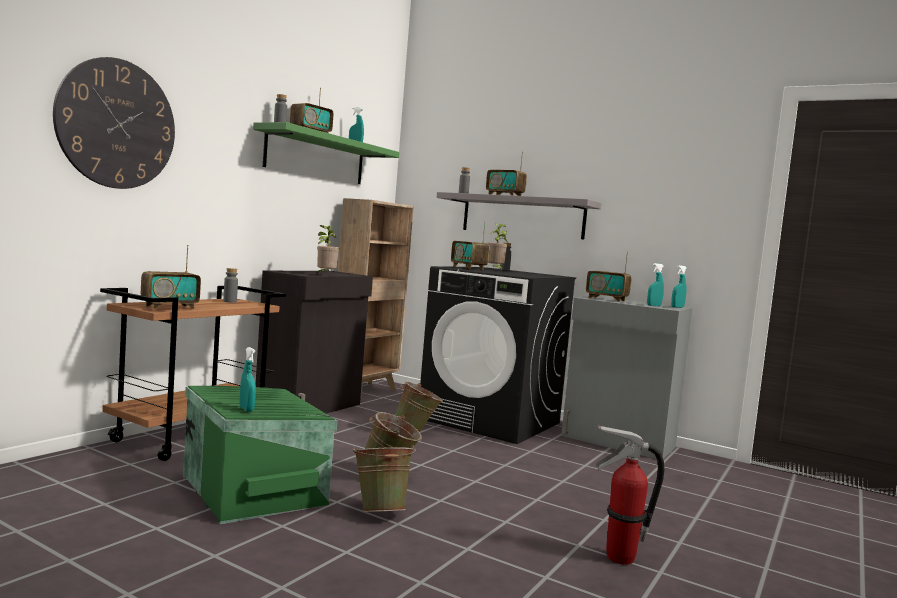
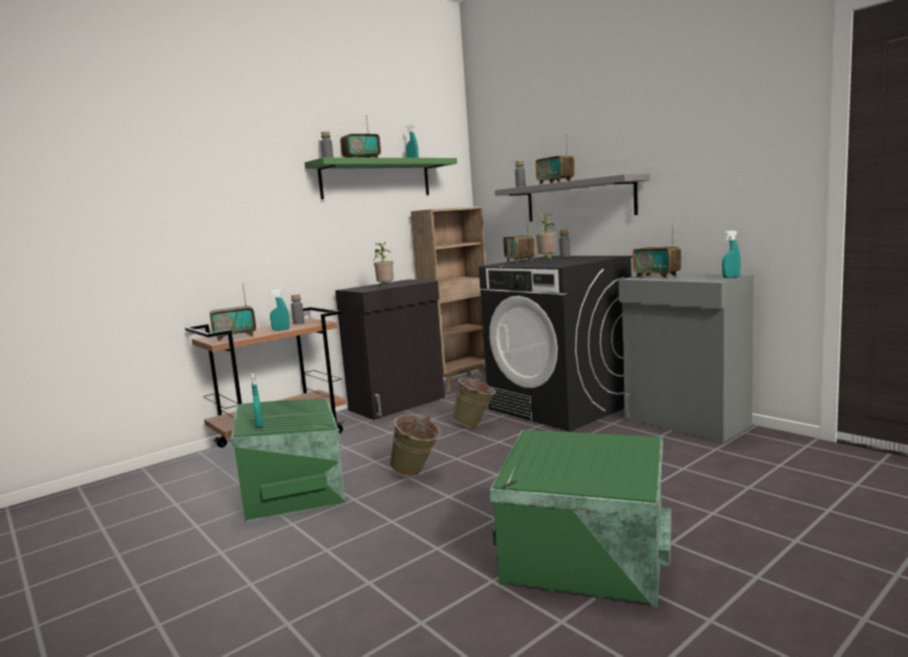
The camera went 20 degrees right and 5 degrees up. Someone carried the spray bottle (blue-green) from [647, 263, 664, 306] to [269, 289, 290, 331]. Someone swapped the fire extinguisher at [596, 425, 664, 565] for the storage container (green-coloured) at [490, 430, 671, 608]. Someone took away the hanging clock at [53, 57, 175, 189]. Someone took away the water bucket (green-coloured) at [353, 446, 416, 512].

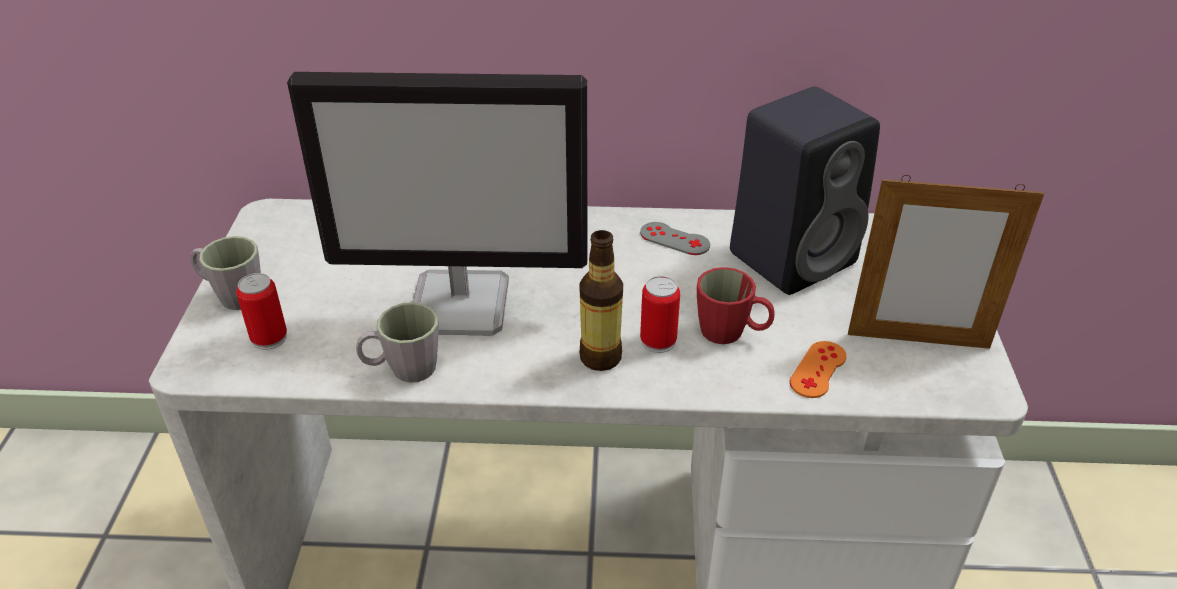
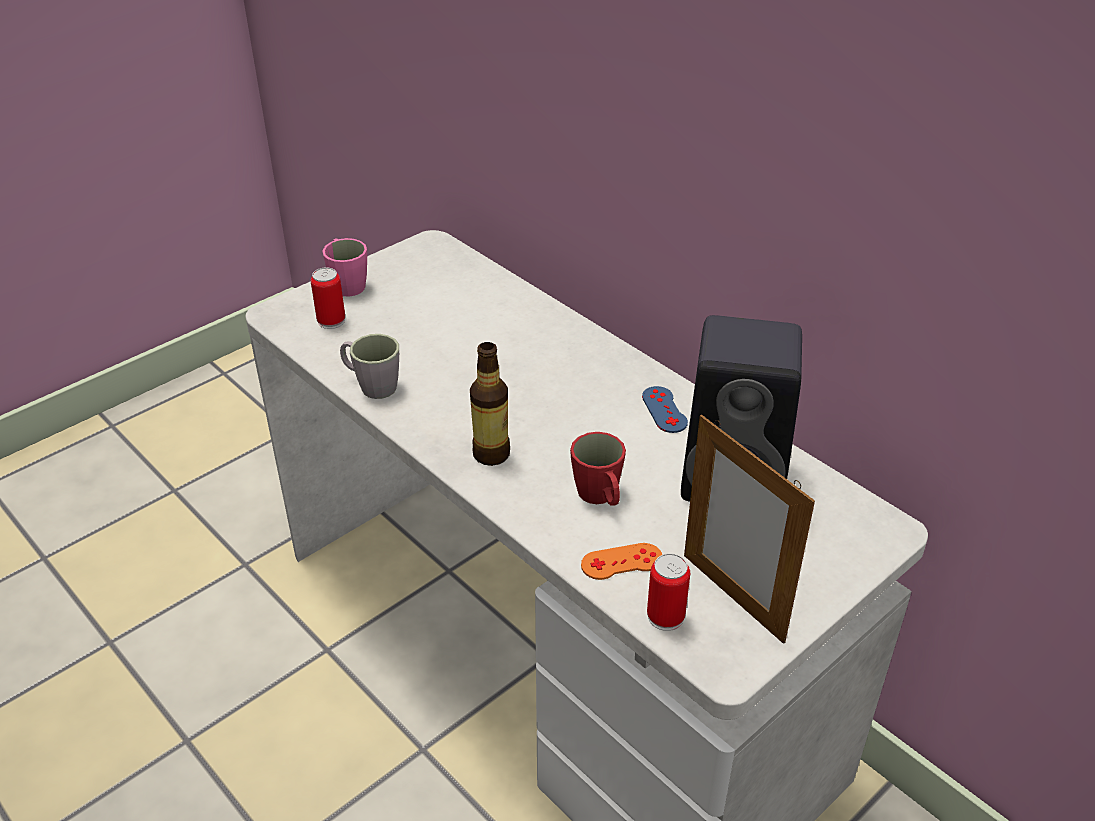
The camera went 45 degrees right and 0 degrees up. Someone repainted the tea mug (greyish) at [190, 236, 261, 310], which became the tea mug (pink) at [323, 238, 367, 297]. Someone repainted the gamepad (greyish) at [640, 222, 710, 255], which became the gamepad (blue-coloured) at [642, 386, 688, 433]. Someone carried the can from [640, 276, 680, 353] to [647, 553, 690, 631]. Someone took away the computer screen at [287, 72, 587, 336].

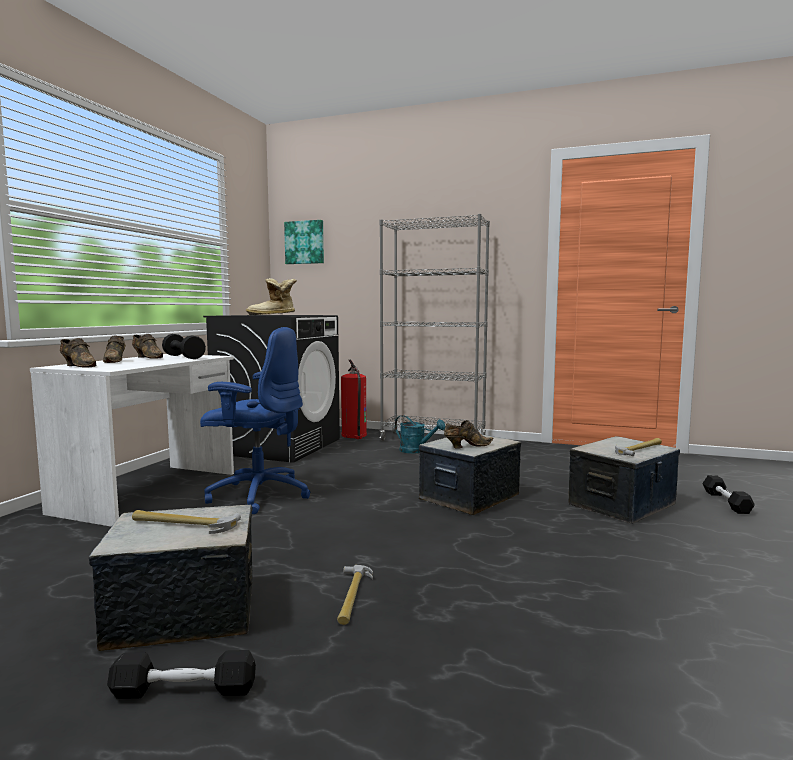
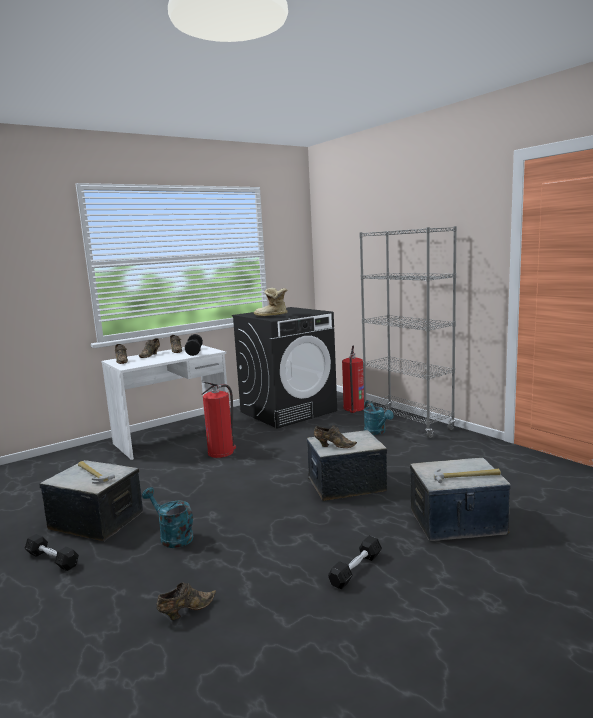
The camera went 35 degrees right and 5 degrees up. Someone swapped the tool hammer at [337, 565, 373, 625] for the sprinkling can (blue-green) at [142, 487, 193, 548]. Someone put down the low shoe (brownish) at [157, 582, 216, 620]. Someone swapped the office chair (blue-coloured) at [200, 327, 311, 514] for the fire extinguisher at [201, 382, 236, 458]. Someone carried the free weight (blackish) from [702, 475, 755, 514] to [328, 536, 382, 589]. Someone took away the picture at [284, 220, 324, 264].

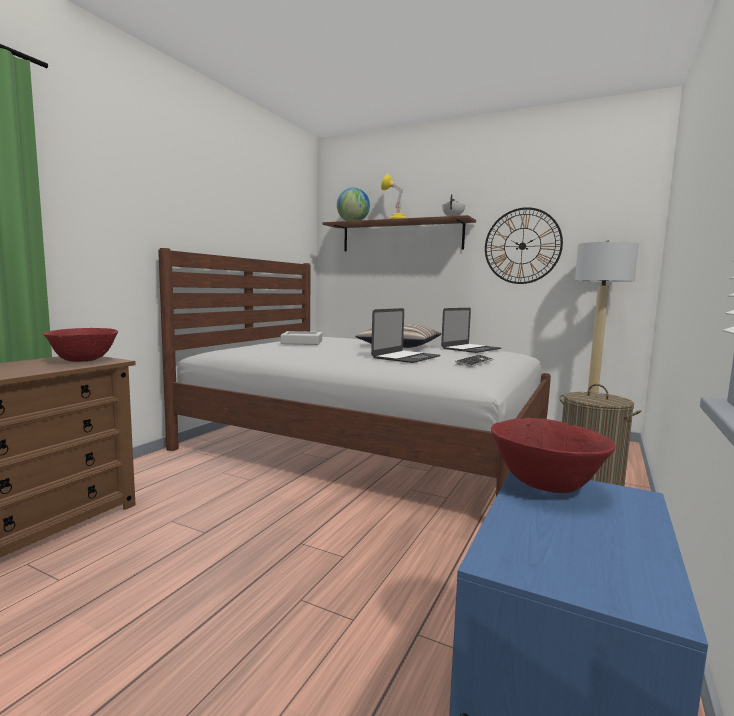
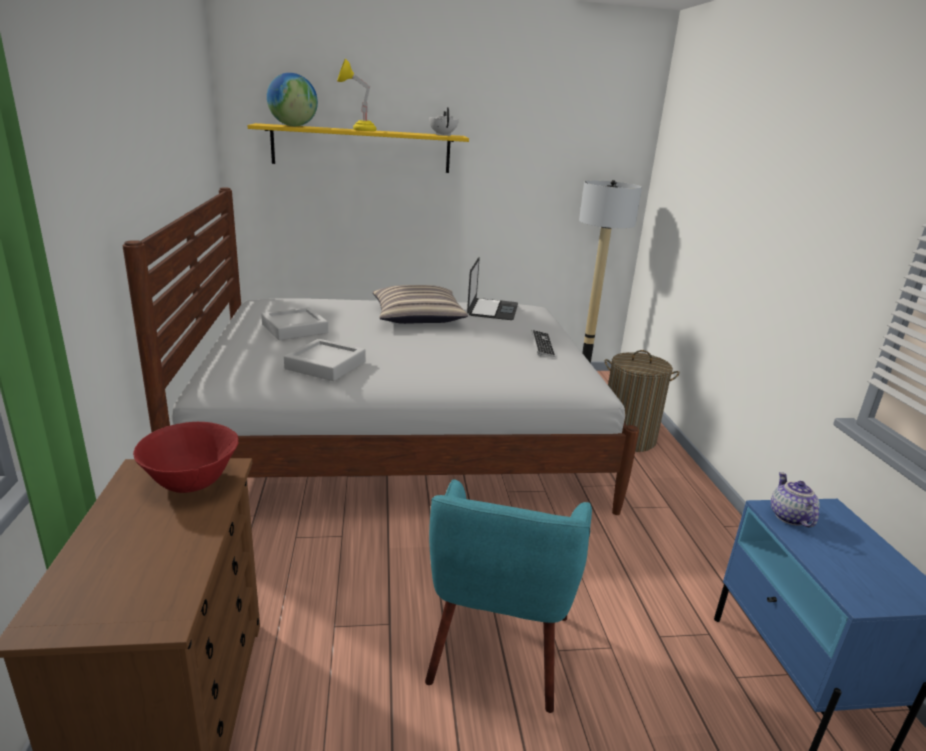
The camera went 35 degrees left and 15 degrees up. Someone repainted the wall shelf (brownish) at [323, 215, 476, 251], which became the wall shelf (yellow) at [247, 123, 469, 173]. Someone put down the carrying tray (greyish) at [284, 339, 366, 381]. Someone put down the armchair (blue-green) at [425, 479, 592, 713]. Someone swapped the bowl (red) at [491, 418, 616, 493] for the teapot at [771, 472, 820, 527]. Someone took away the portable computer at [371, 308, 441, 363]. Someone took away the hanging clock at [485, 207, 563, 284].

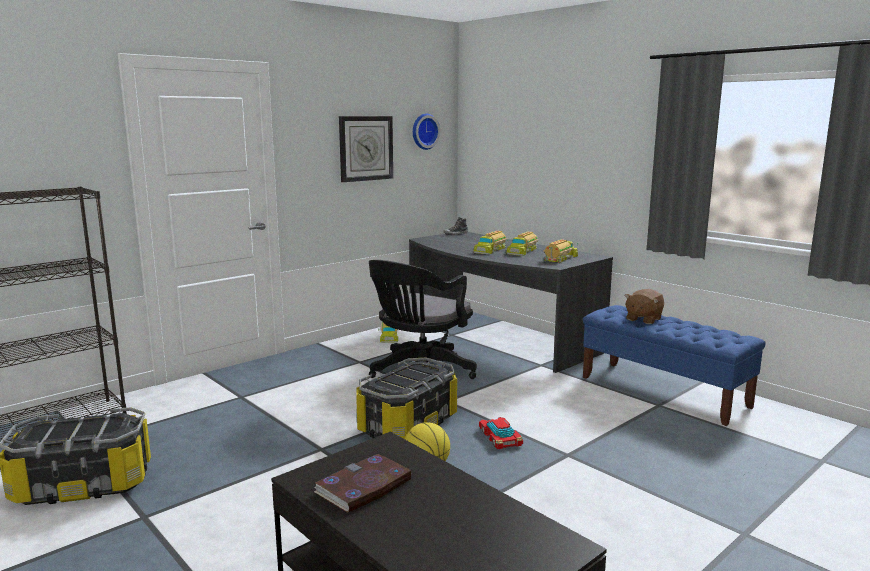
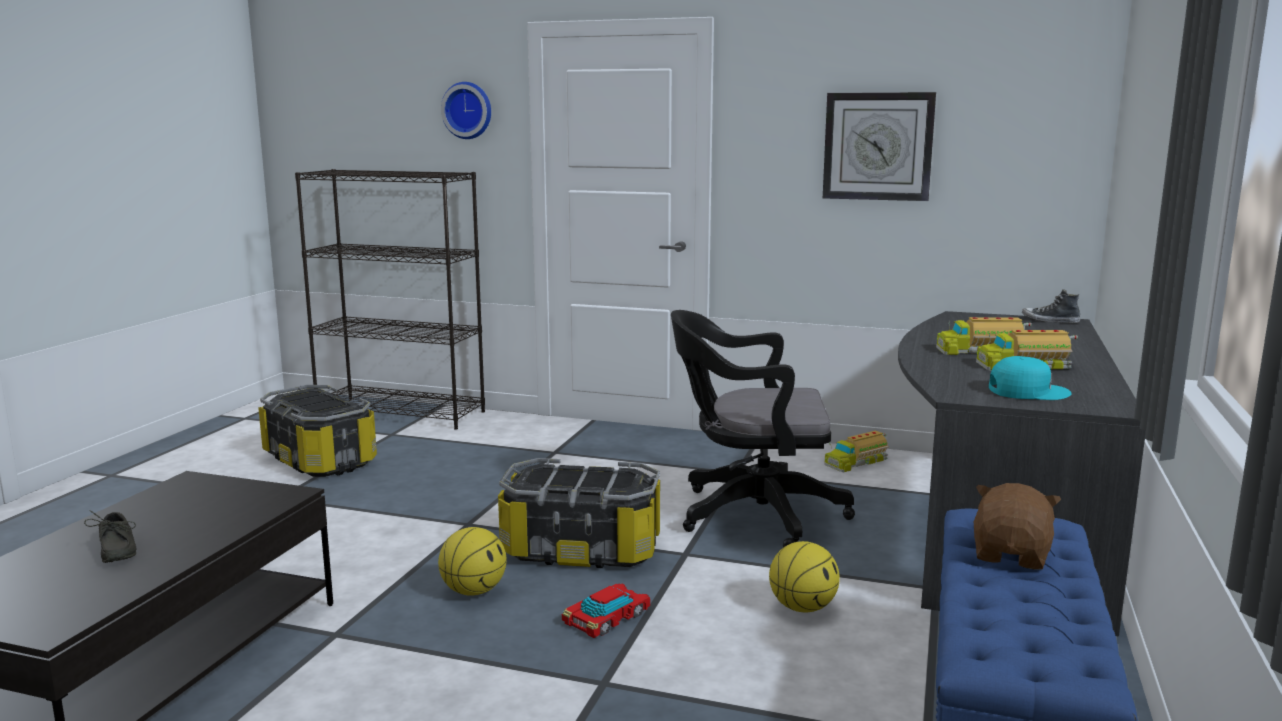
The camera went 60 degrees right and 0 degrees up. Someone put down the low shoe (greyish) at [84, 510, 137, 563]. Someone carried the hanging clock from [413, 114, 440, 150] to [441, 82, 491, 139]. Someone put down the basketball ball at [769, 541, 840, 612]. Someone rotated the soft toy (brownish) at [624, 289, 664, 324] by 105 degrees clockwise. Someone swapped the toy lorry at [543, 240, 578, 263] for the baseball cap (blue-green) at [989, 356, 1072, 400]. Someone took away the bound book at [314, 454, 411, 513].

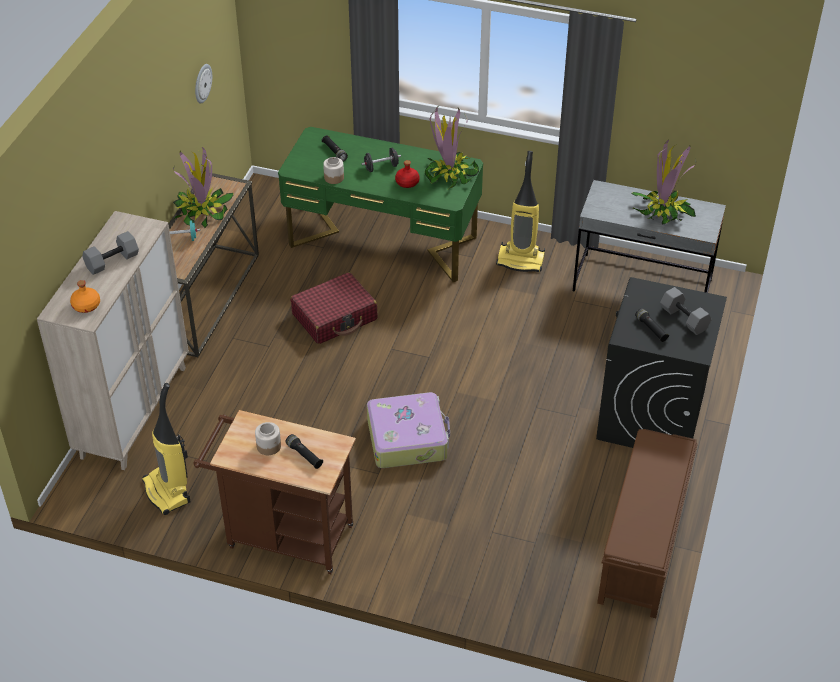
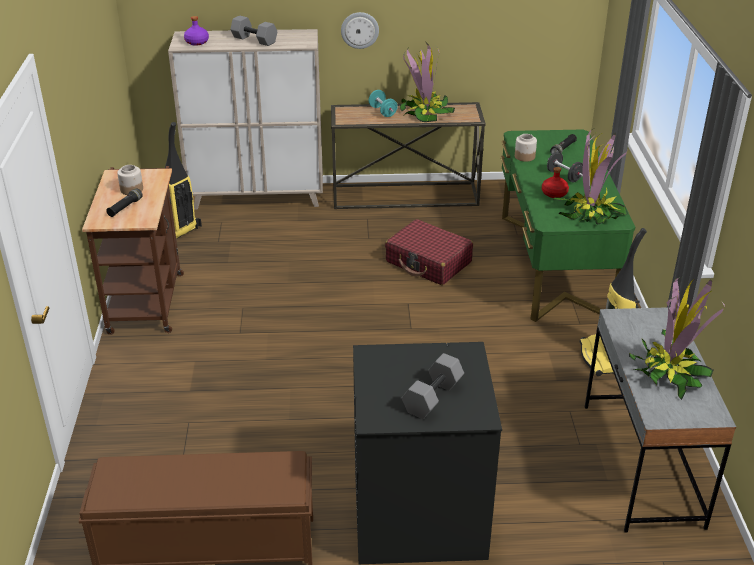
The camera went 70 degrees right and 10 degrees down. Someone repainted the beverage bottle (orange-coloured) at [70, 280, 100, 313], which became the beverage bottle (purplish) at [184, 16, 209, 46]. Someone carried the hanging clock from [195, 64, 212, 104] to [341, 12, 379, 49]. Someone took away the piece of luggage at [367, 392, 450, 468]. Someone took away the hand torch (blackish) at [635, 308, 669, 342].

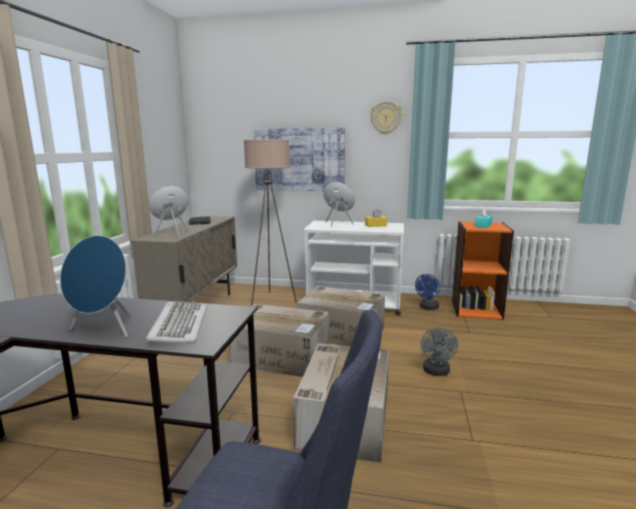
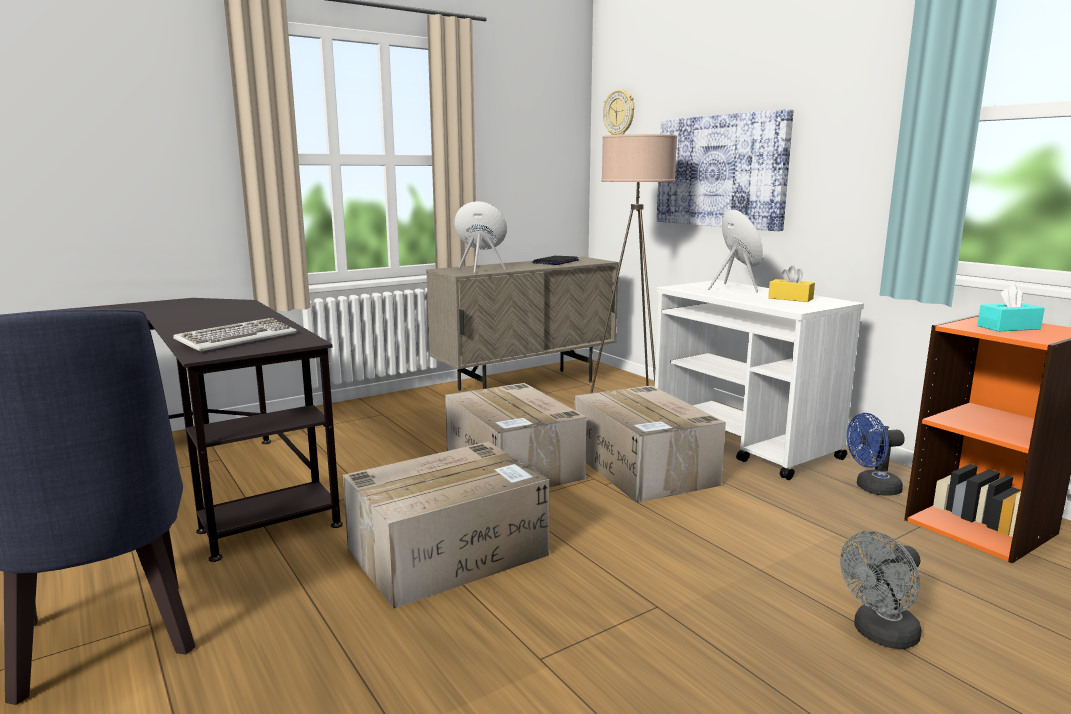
The camera went 45 degrees right and 0 degrees up. Someone carried the hanging clock from [370, 101, 402, 134] to [603, 89, 634, 135]. Someone carried the fan (greyish) from [421, 328, 458, 376] to [840, 531, 922, 649]. Someone took away the loudspeaker (blue-coloured) at [60, 235, 131, 338].

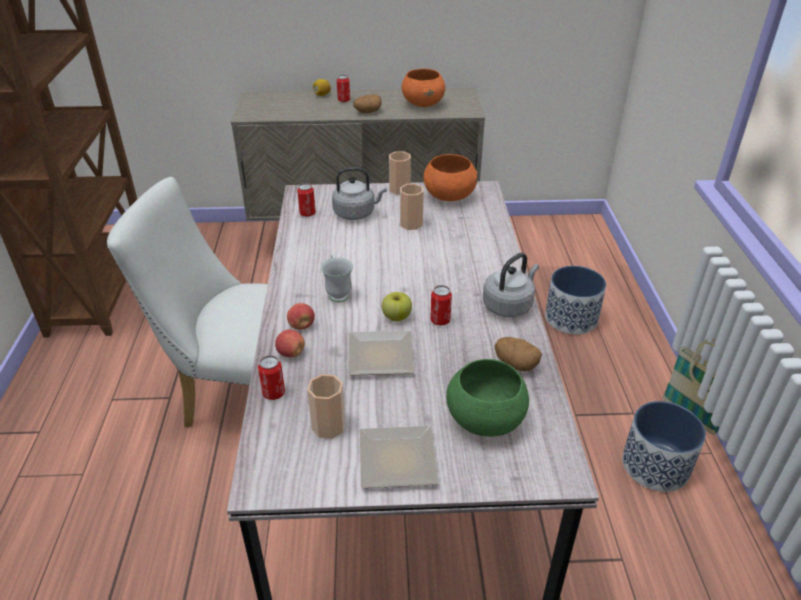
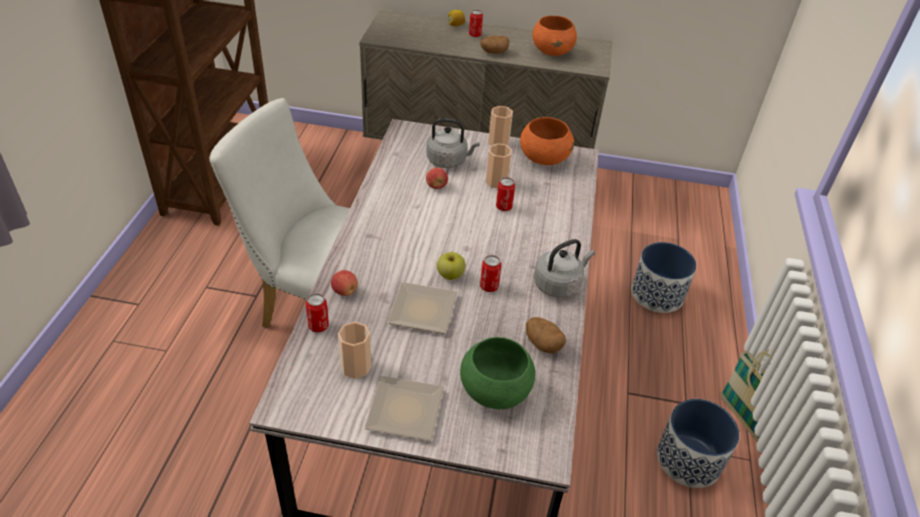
The camera went 10 degrees right and 5 degrees up. Someone carried the whole apple from [287, 303, 315, 330] to [426, 167, 448, 189]. Someone carried the can from [297, 183, 316, 217] to [496, 177, 515, 211]. Someone took away the tea mug (white) at [321, 253, 353, 302].

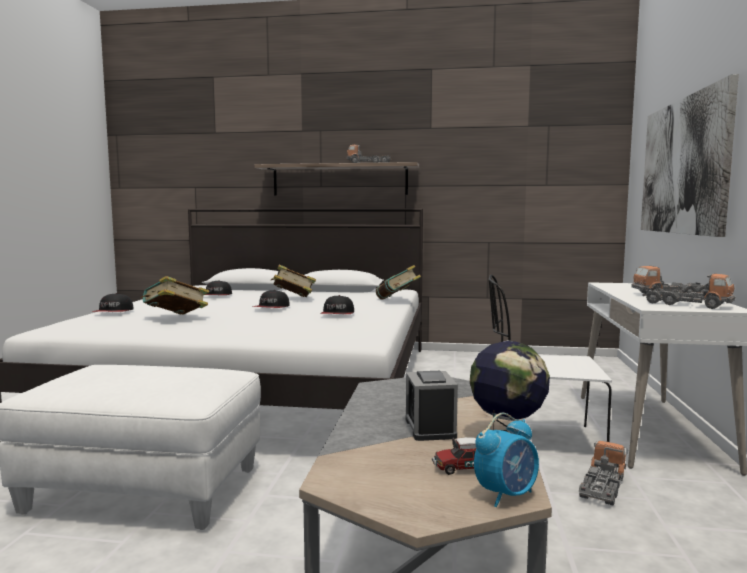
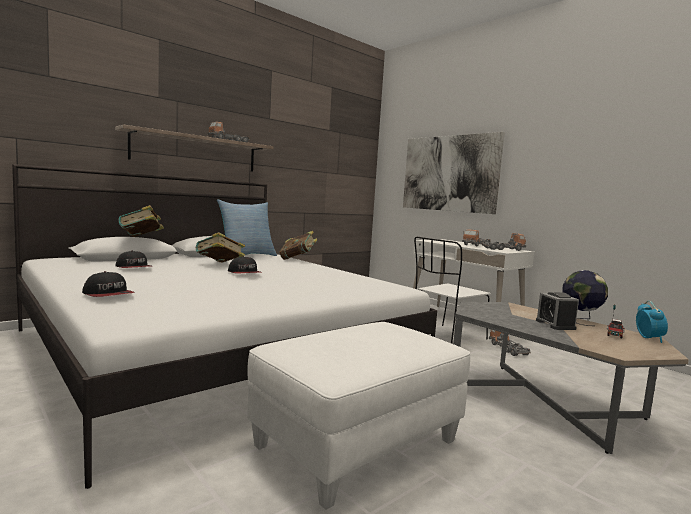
The camera went 50 degrees left and 0 degrees up. Someone carried the bound book from [141, 276, 209, 315] to [118, 205, 164, 237]. Someone put down the pillow at [217, 199, 277, 256]. Someone rotated the bedside clock at [405, 371, 458, 441] by 45 degrees clockwise. Someone took away the baseball cap at [320, 295, 354, 314].

